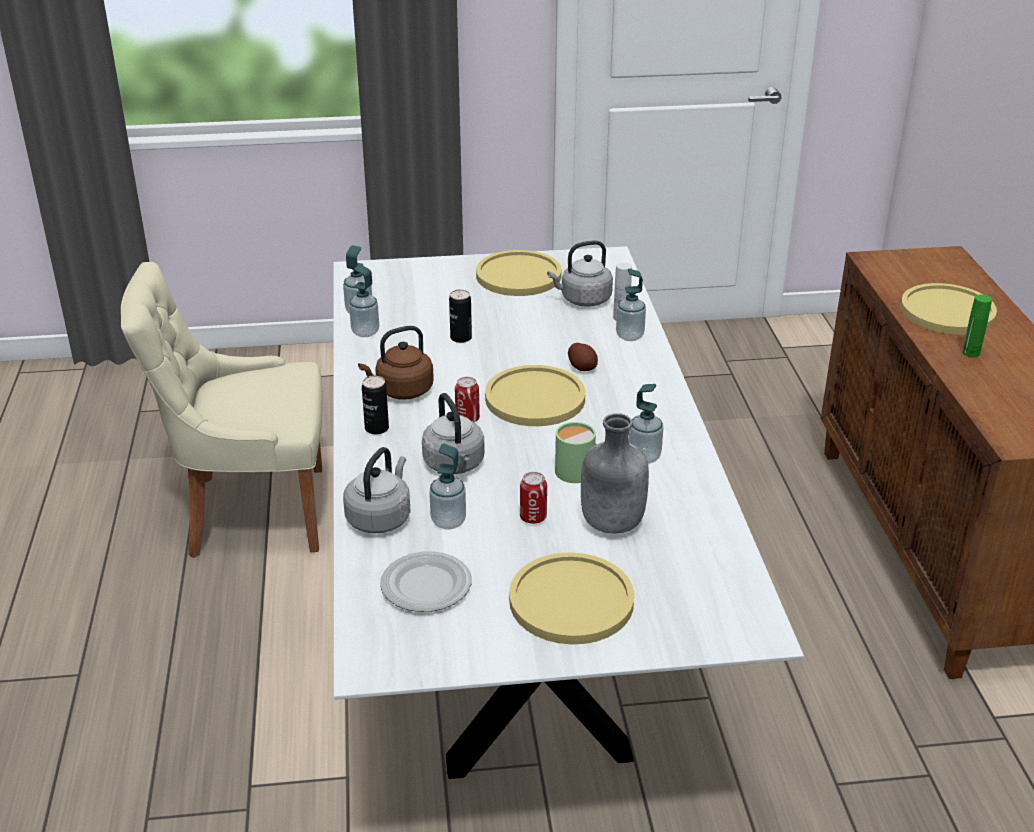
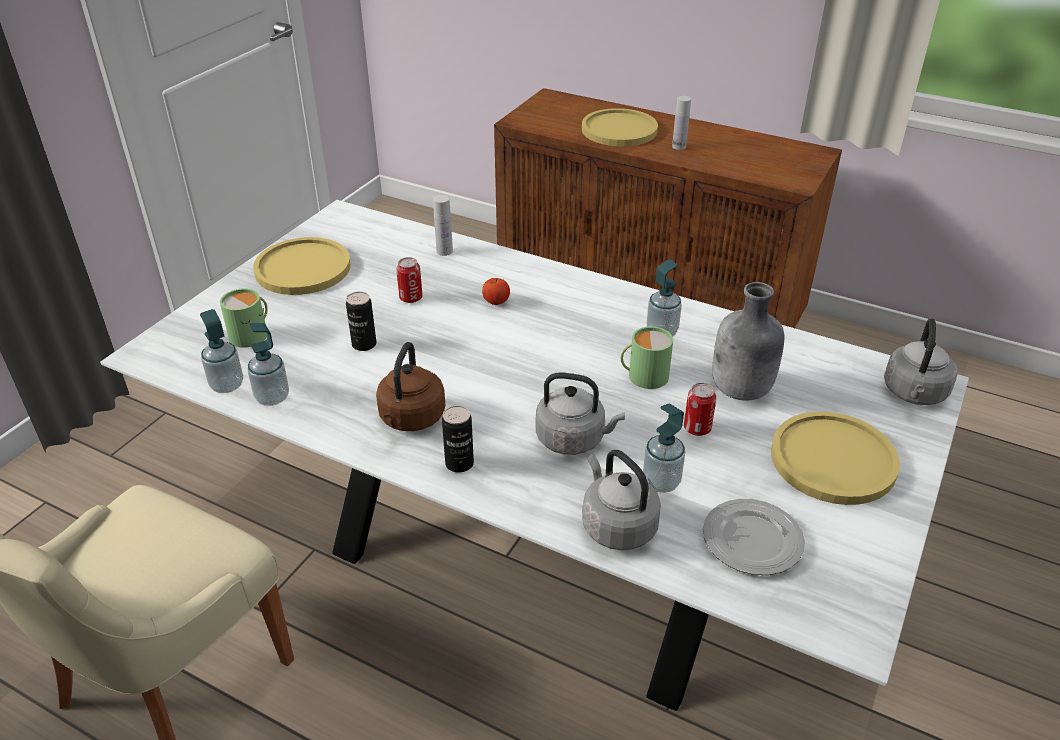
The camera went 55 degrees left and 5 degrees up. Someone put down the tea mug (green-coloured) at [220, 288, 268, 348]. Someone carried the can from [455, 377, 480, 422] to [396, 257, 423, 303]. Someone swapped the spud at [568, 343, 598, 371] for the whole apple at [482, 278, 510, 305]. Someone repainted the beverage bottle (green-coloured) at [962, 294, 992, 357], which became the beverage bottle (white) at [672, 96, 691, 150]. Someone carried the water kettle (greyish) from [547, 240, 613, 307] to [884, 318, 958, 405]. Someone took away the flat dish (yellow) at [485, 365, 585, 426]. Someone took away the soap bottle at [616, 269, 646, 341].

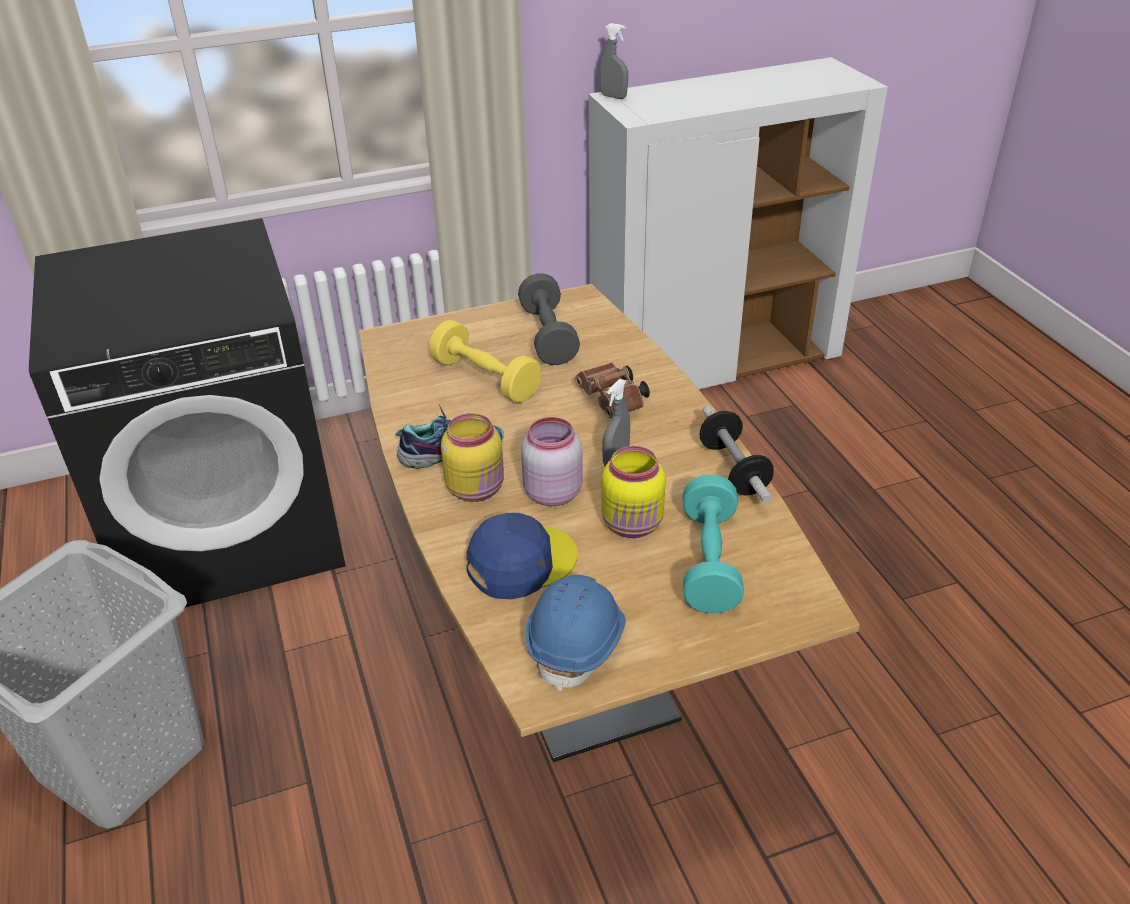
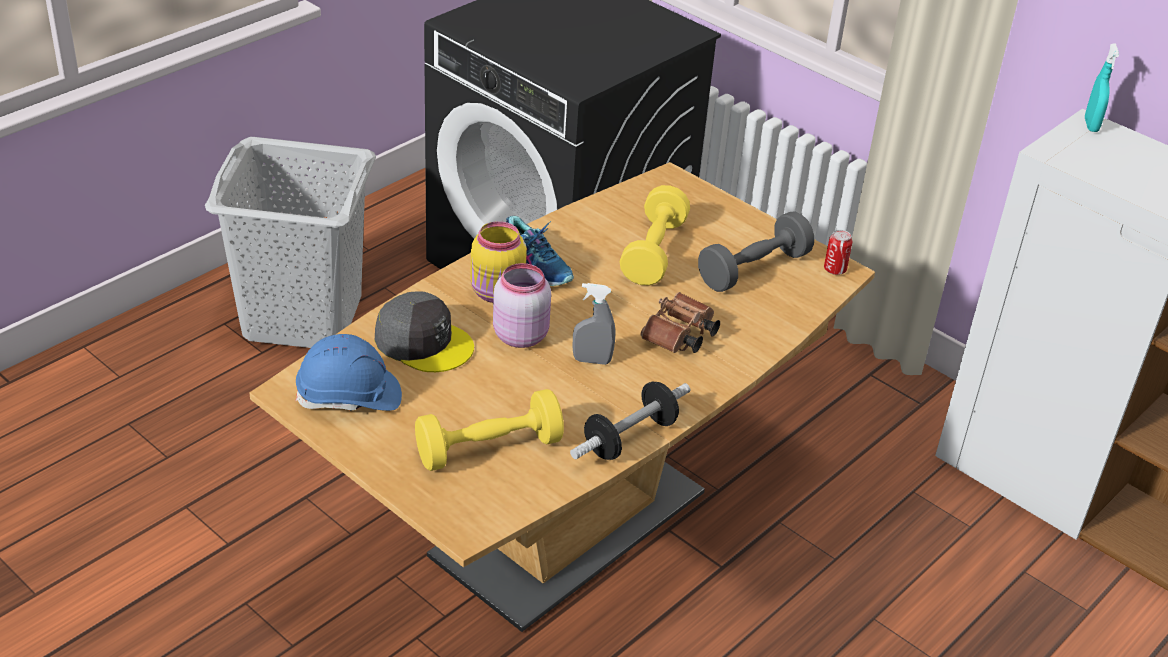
The camera went 60 degrees right and 0 degrees up. Someone repainted the baseball cap (blue-coloured) at [466, 513, 578, 599], which became the baseball cap (greyish) at [375, 291, 474, 372]. Someone repainted the free weight (blue-green) at [683, 475, 744, 614], which became the free weight (yellow) at [415, 389, 564, 471]. Someone put down the can at [824, 230, 853, 275]. Someone repainted the spray bottle (greyish) at [600, 23, 628, 99], which became the spray bottle (blue-green) at [1085, 43, 1119, 132]. Someone took away the jar (yellow) at [602, 446, 666, 538].

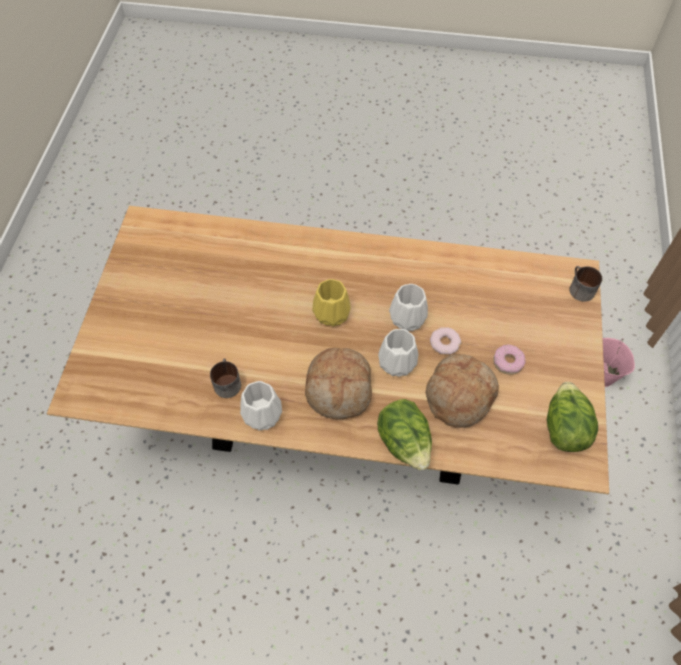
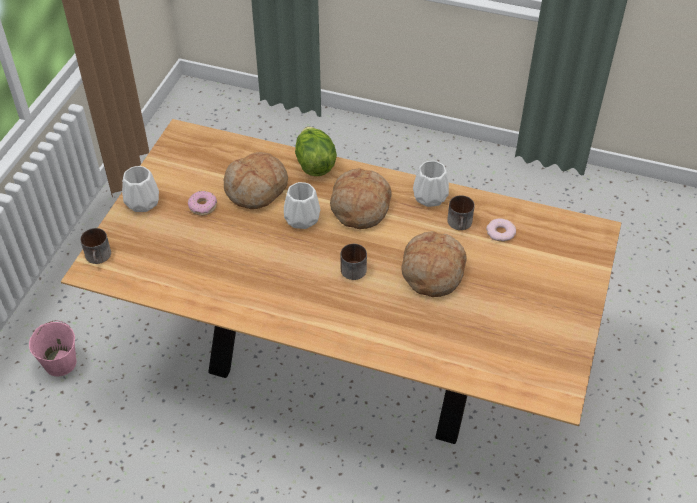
The camera went 170 degrees left and 10 degrees down. Someone carried the flower vase (white) from [389, 284, 428, 331] to [122, 166, 159, 212]. Someone swapped the flower vase (yellow) at [312, 279, 351, 327] for the tea mug at [340, 243, 367, 280]. Someone put down the baked bread at [401, 231, 467, 297]. Someone carried the donut from [430, 327, 462, 355] to [486, 219, 516, 242]. Someone took away the lettuce at [547, 382, 598, 452].

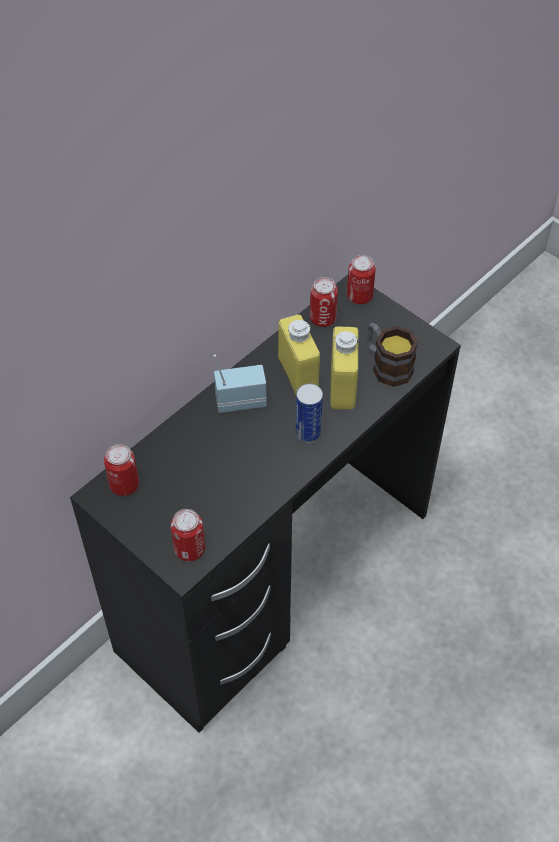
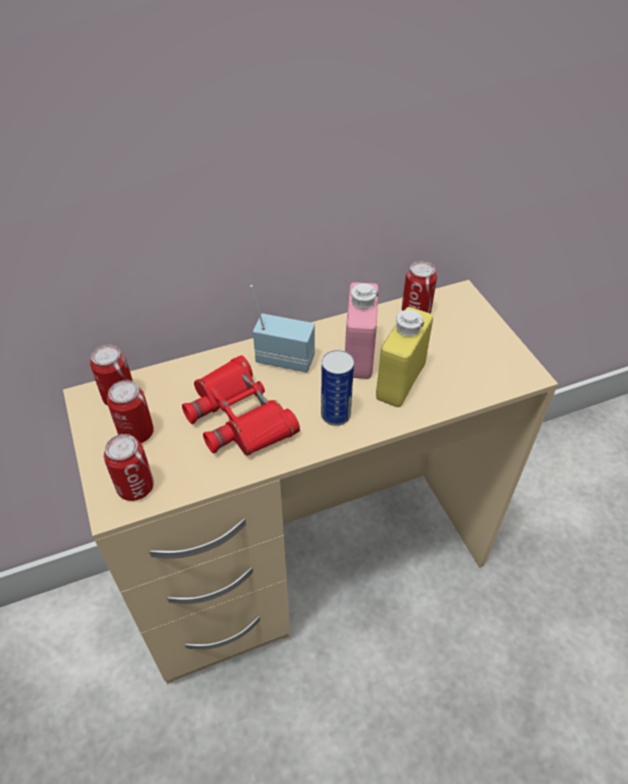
The camera went 25 degrees right and 5 degrees down. Someone repainted the desk table (blackish) at [70, 275, 461, 733], which became the desk table (beige) at [63, 280, 558, 684]. Someone carried the can from [347, 255, 376, 304] to [107, 380, 154, 443]. Someone put down the pair of binoculars (red) at [182, 355, 300, 456]. Someone repainted the beverage bottle (yellow) at [278, 315, 320, 395], which became the beverage bottle (pink) at [345, 282, 378, 379]. Someone took away the tea mug at [367, 323, 418, 387].

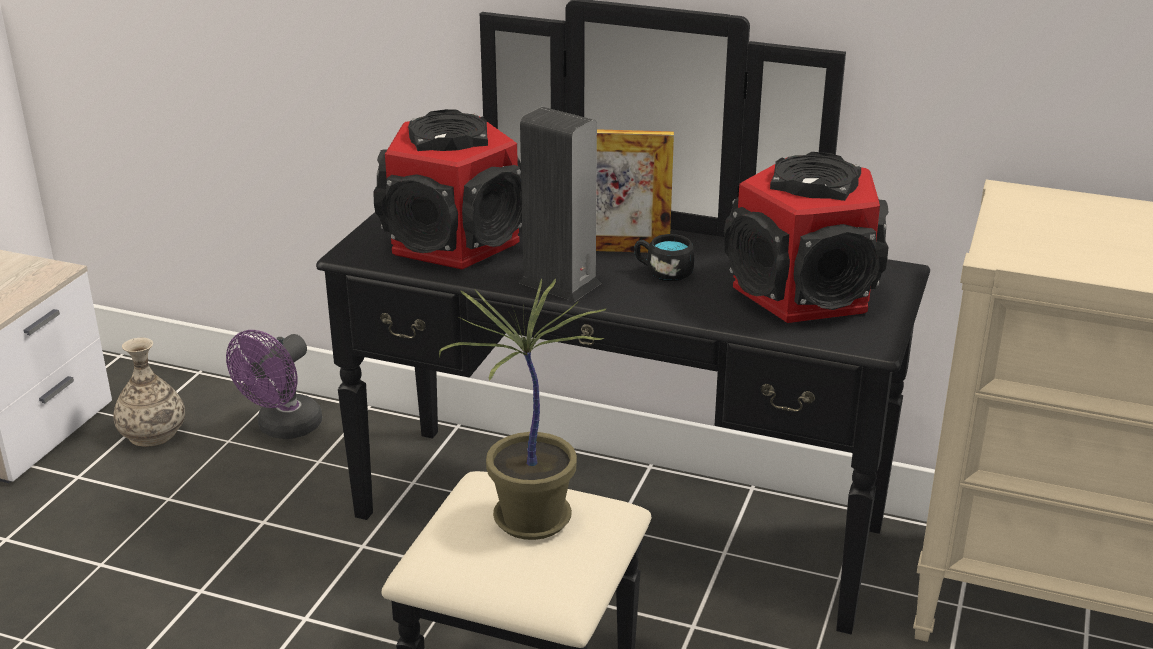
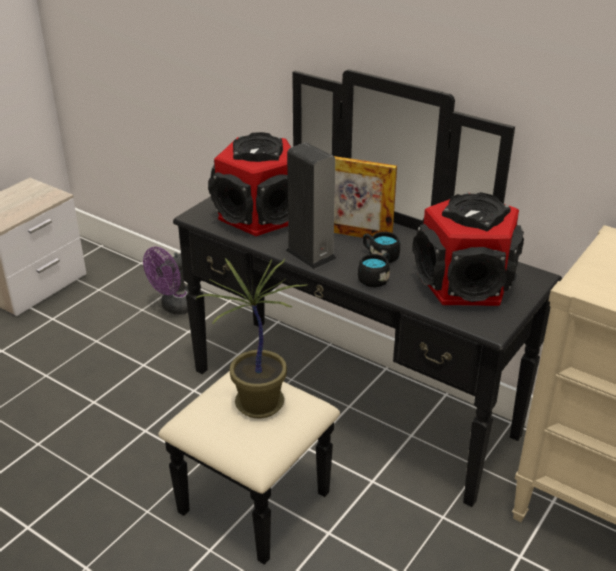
The camera went 15 degrees right and 5 degrees up. Someone put down the tea mug (blackish) at [358, 253, 390, 287]. Someone took away the flower vase at [113, 338, 185, 447].

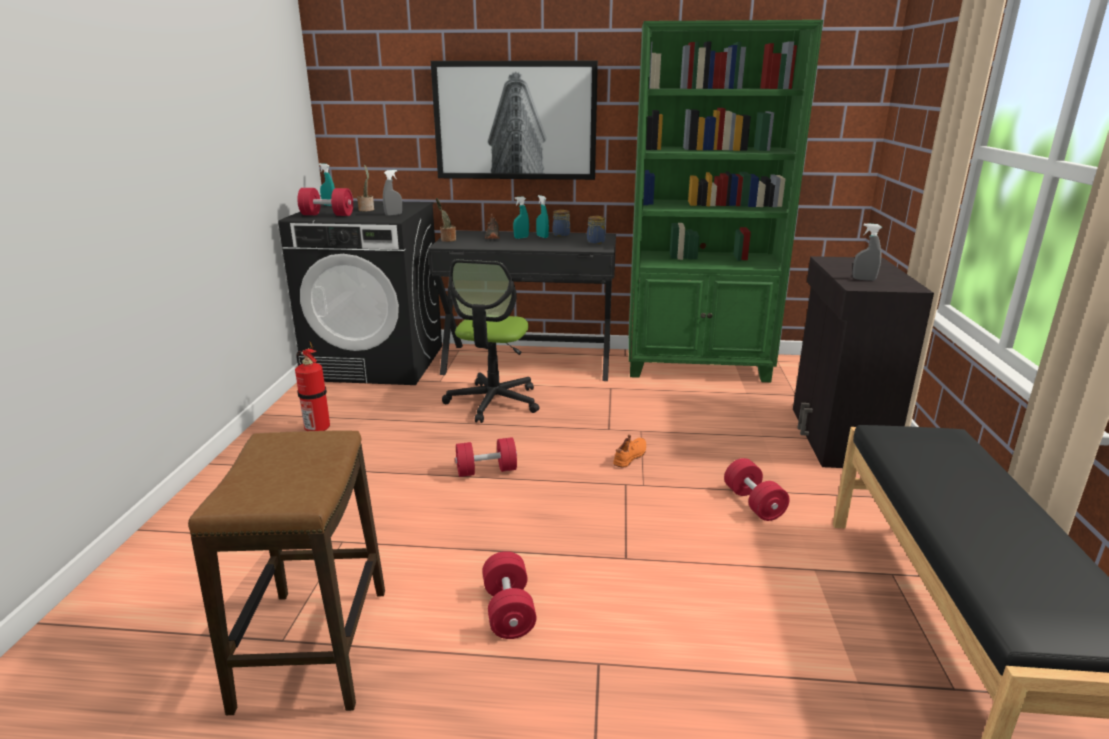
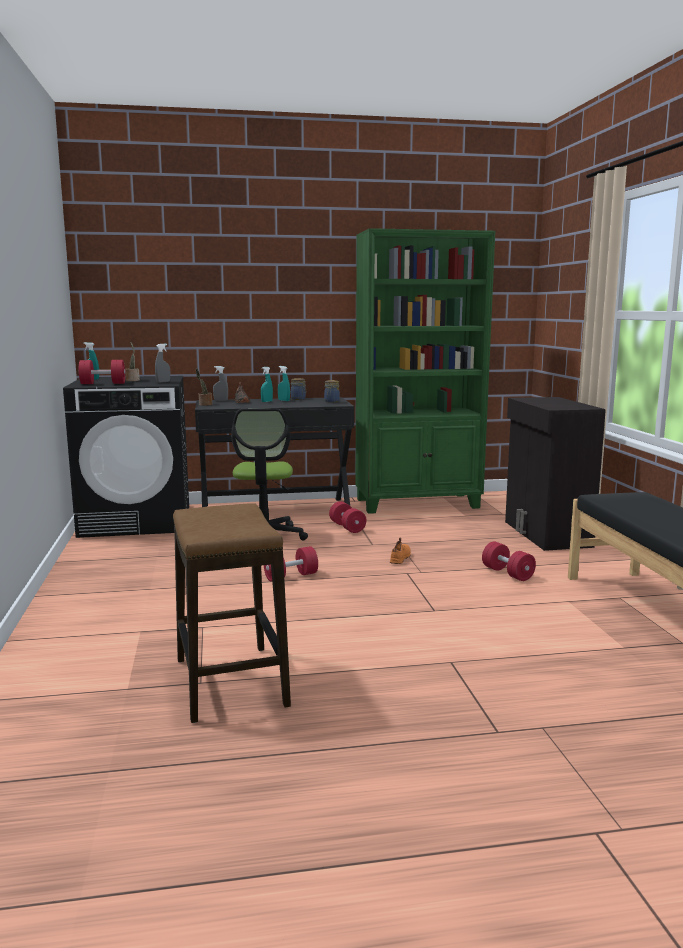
The camera went 15 degrees left and 10 degrees down. Someone carried the spray bottle (greyish) from [852, 223, 882, 281] to [213, 366, 228, 401]. Someone carried the free weight (red) from [482, 551, 536, 639] to [329, 501, 367, 533]. Someone took away the fire extinguisher at [295, 342, 330, 431]. Someone took away the picture at [431, 61, 598, 180].

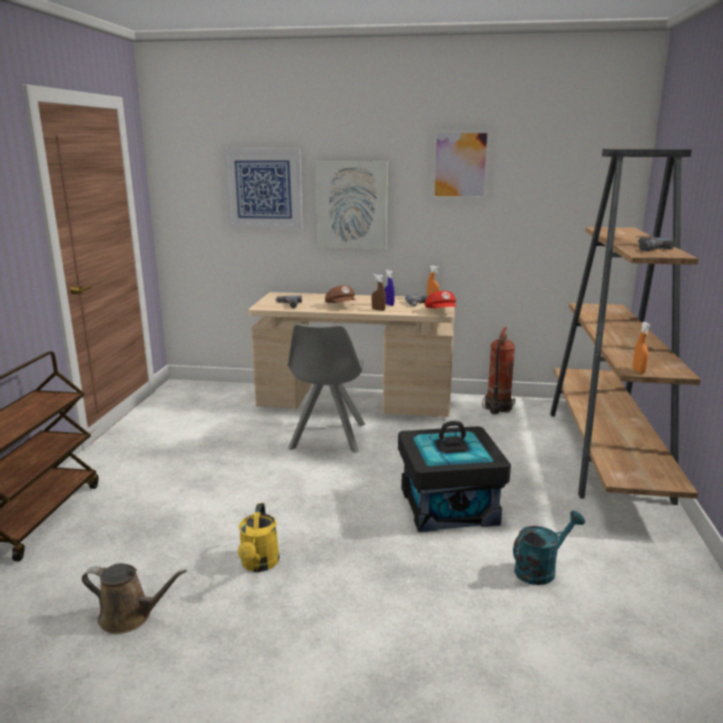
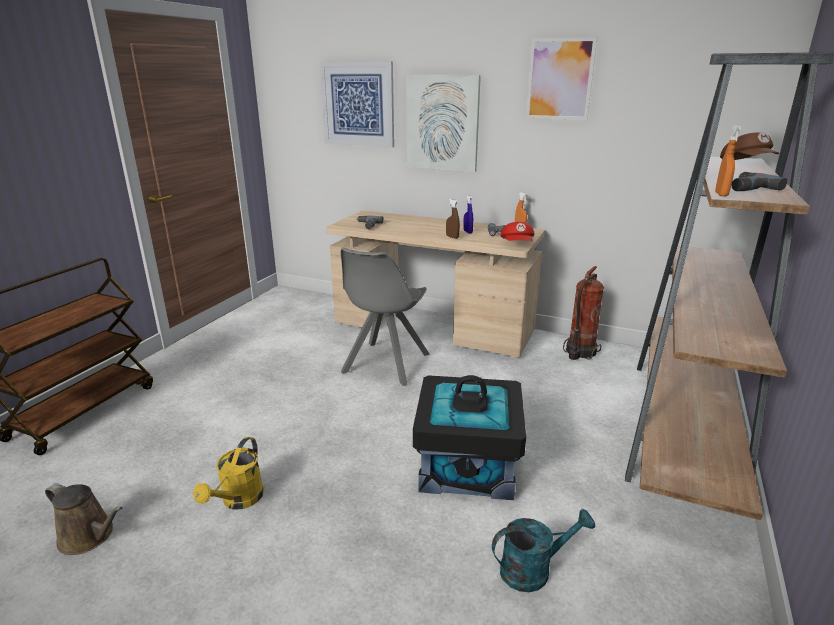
The camera went 15 degrees right and 5 degrees up. Someone carried the spray bottle (orange-coloured) from [633, 322, 651, 373] to [715, 125, 741, 197]. Someone carried the baseball cap (brownish) from [325, 285, 356, 303] to [720, 132, 779, 160].

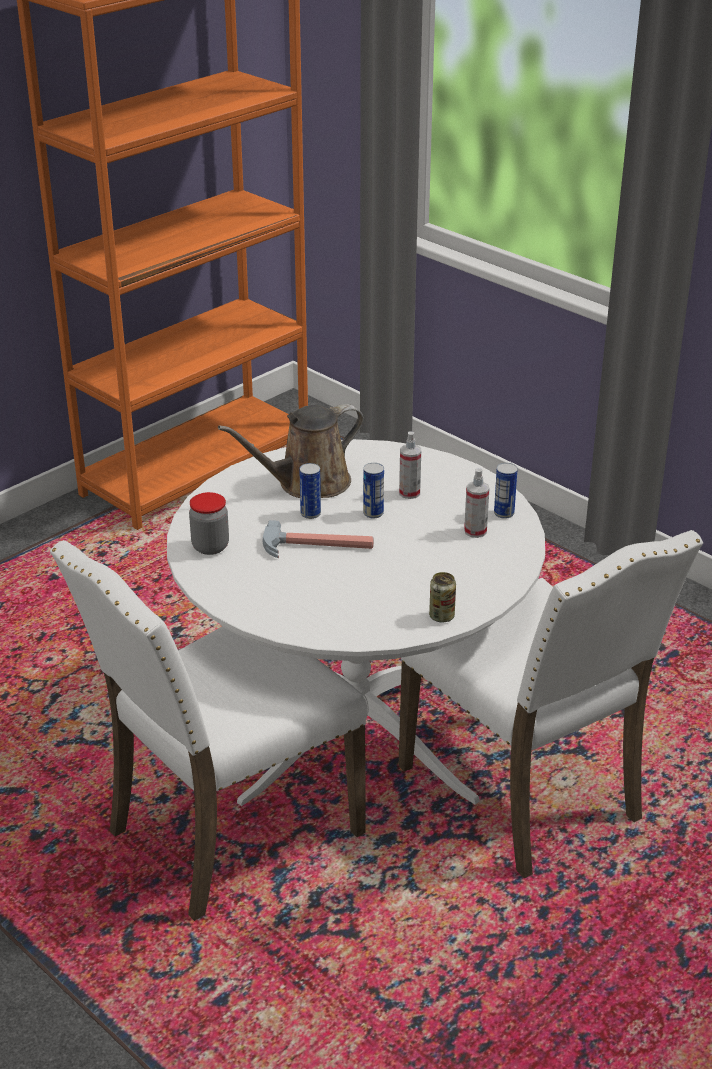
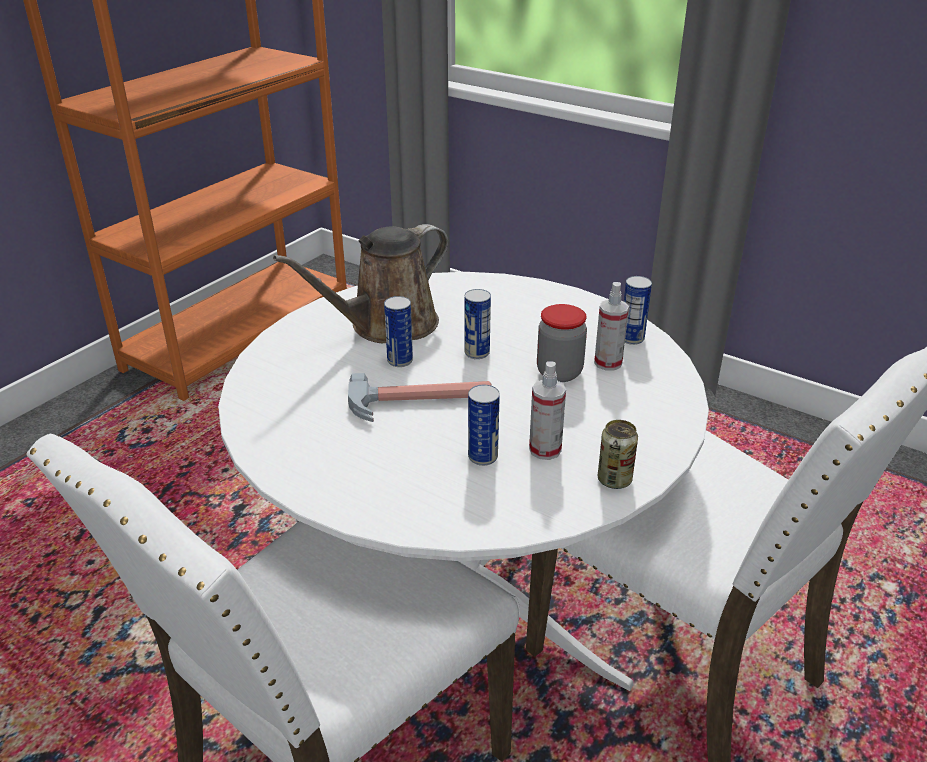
The camera went 10 degrees left and 0 degrees up. Someone put down the can at [468, 385, 500, 466]. Someone carried the spray bottle from [399, 431, 421, 499] to [529, 361, 566, 460]. Someone carried the jar from [189, 492, 229, 555] to [537, 304, 587, 382].

